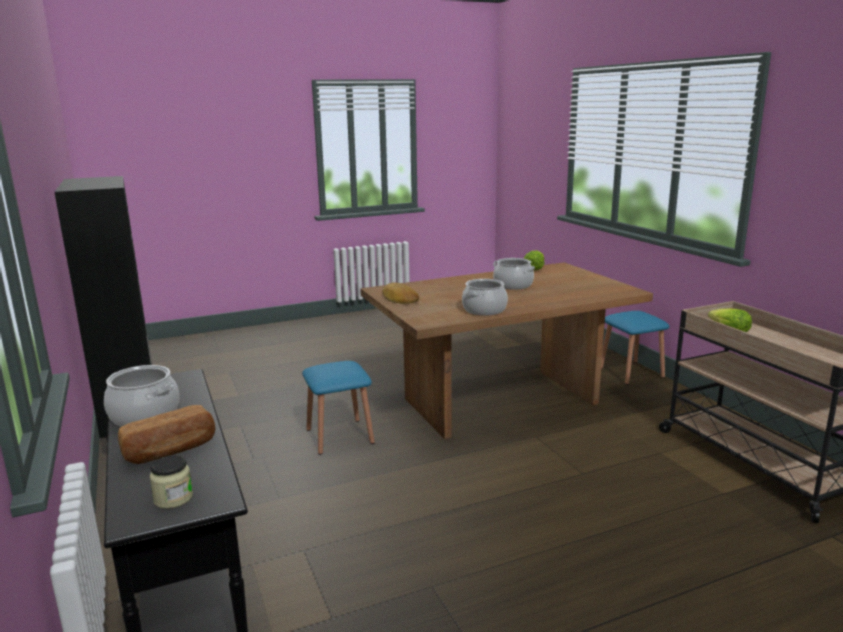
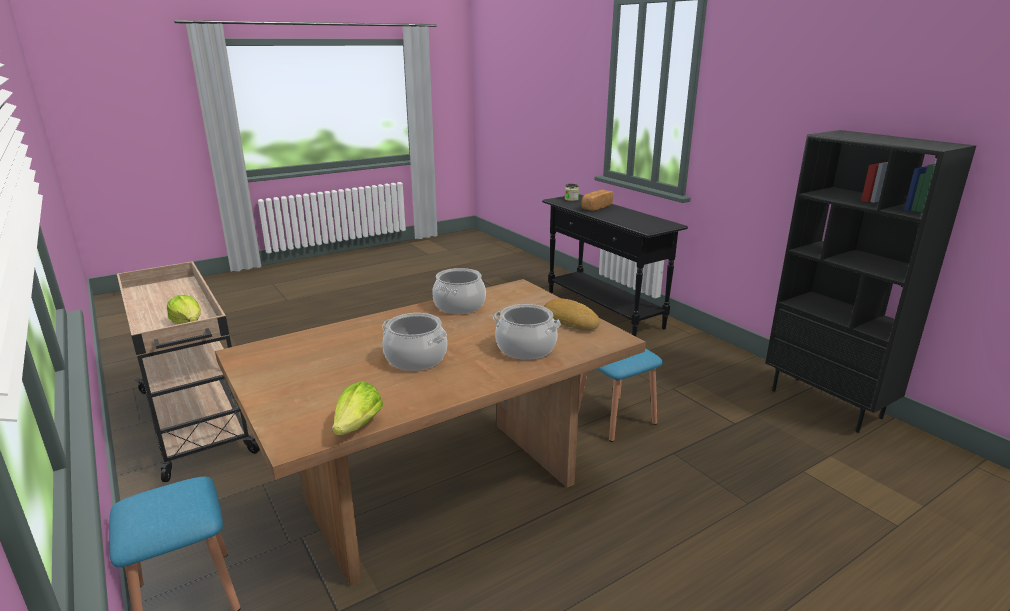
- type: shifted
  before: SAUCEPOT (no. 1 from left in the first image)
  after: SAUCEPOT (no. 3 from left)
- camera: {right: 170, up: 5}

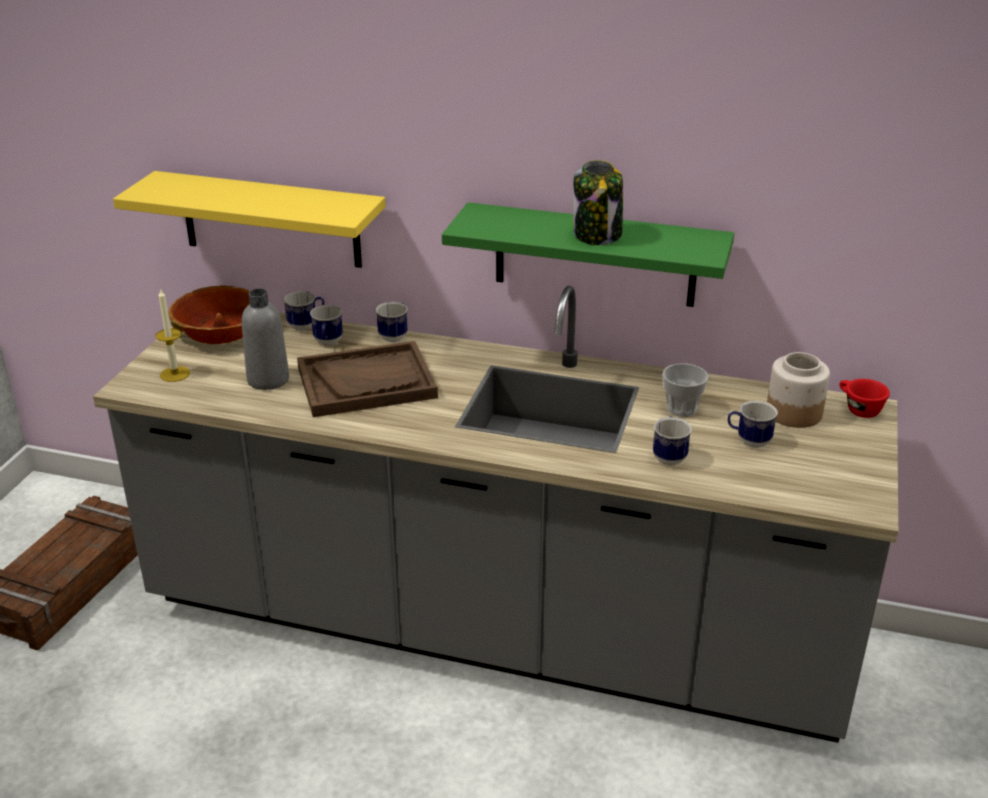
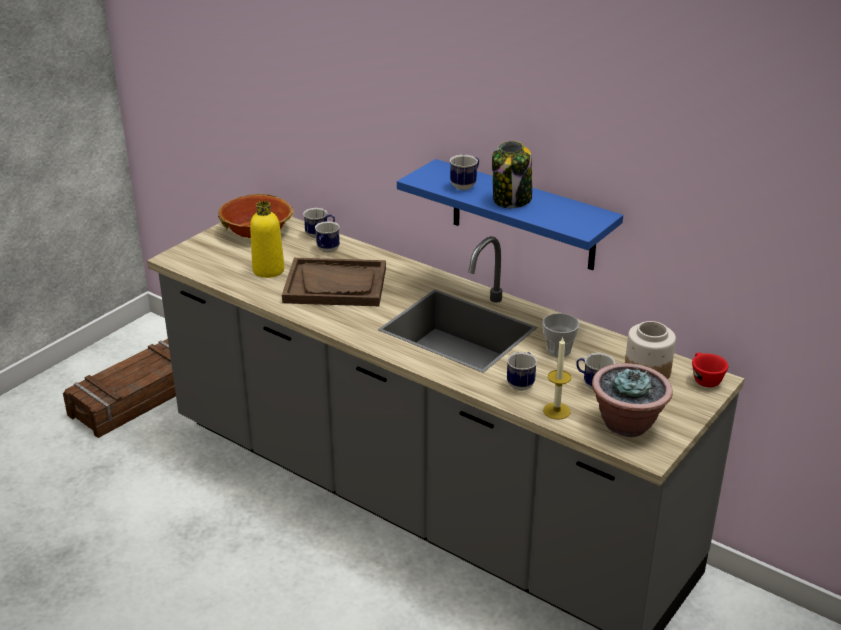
- type: gone
  before: YELLOW BRACKET SHELF
- type: new
  after: HOUSEPLANT
- type: shifted
  before: WAX CANDLE
- type: shifted
  before: TEA MUG (no. 3 from left)
- type: repainted
  before: GREYISH BEVERAGE BOTTLE
  after: YELLOW BEVERAGE BOTTLE
- type: repainted
  before: GREEN BRACKET SHELF
  after: BLUISH BRACKET SHELF
- camera: {right: 20, up: 0}

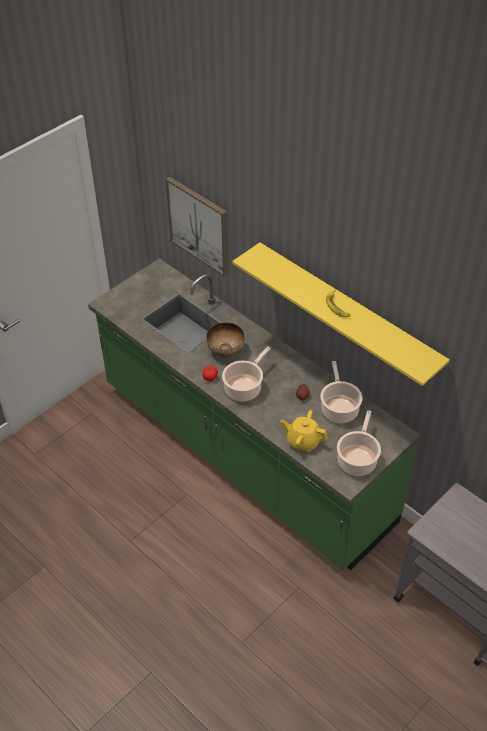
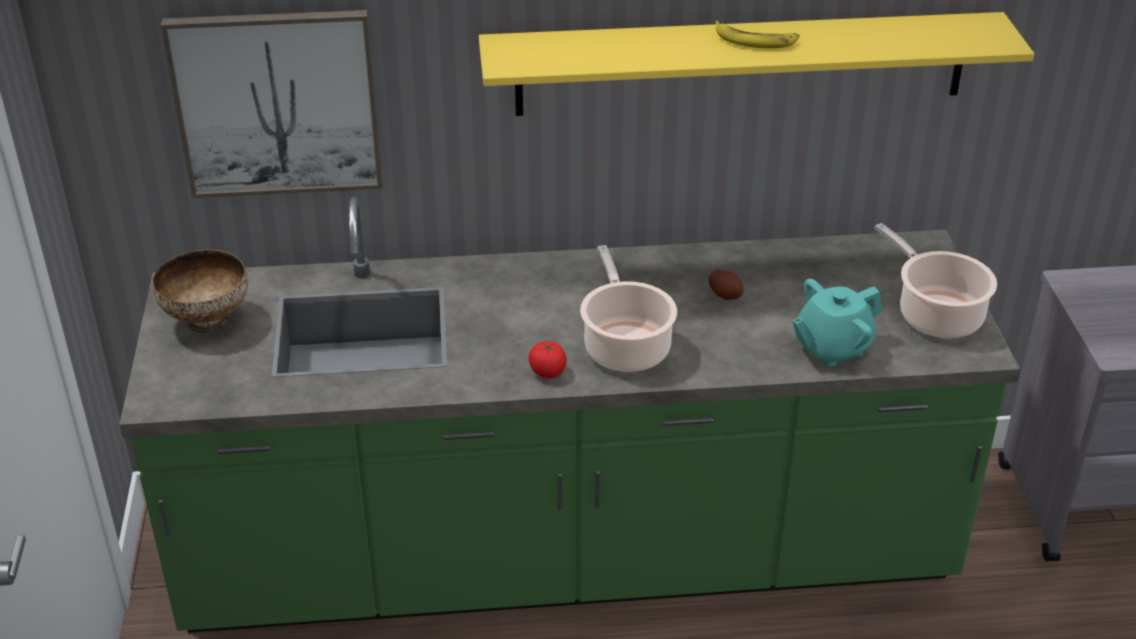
- type: gone
  before: SAUCEPOT (no. 2 from left)
- type: shifted
  before: BOWL
- type: repainted
  before: YELLOW TEA POT
  after: TURQUOISE TEA POT
- camera: {right: -50, up: -10}

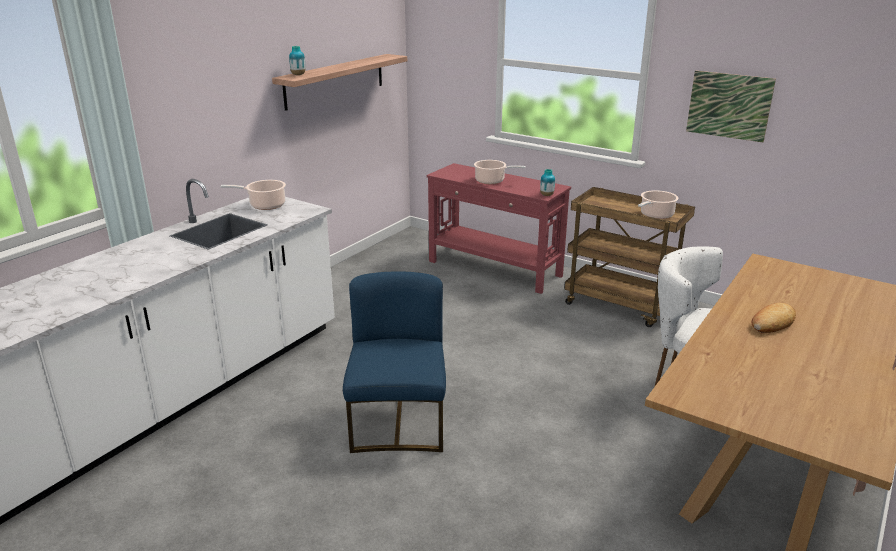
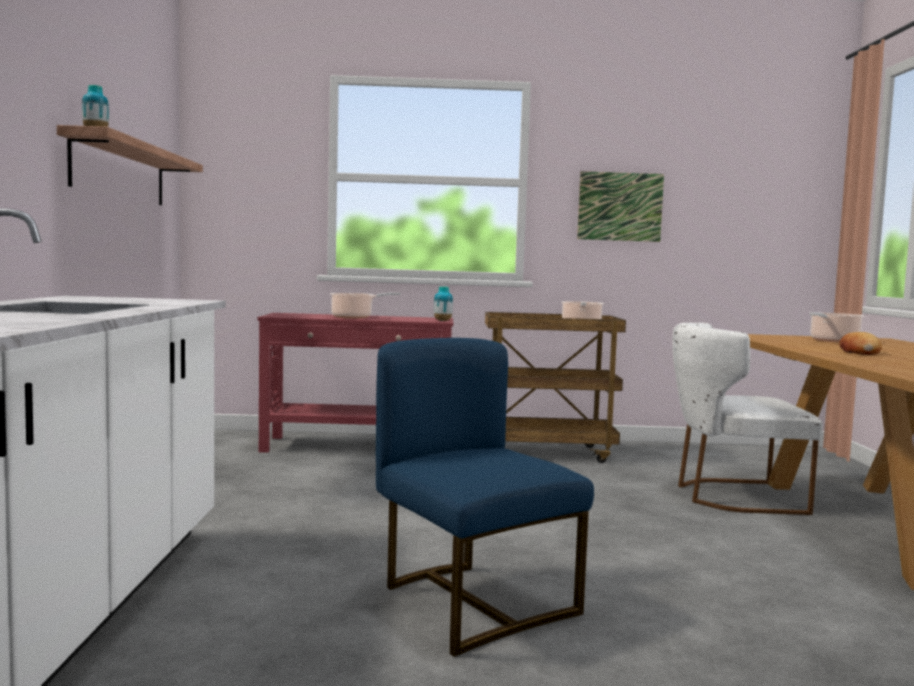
- type: shifted
  before: SAUCEPOT (no. 1 from left in the first image)
  after: SAUCEPOT (no. 3 from left)
- camera: {right: -35, up: -20}

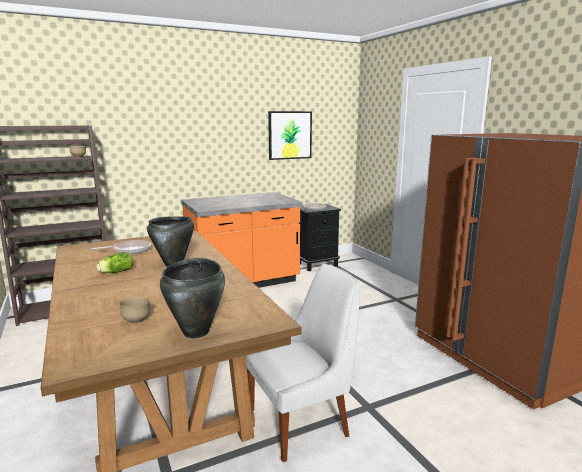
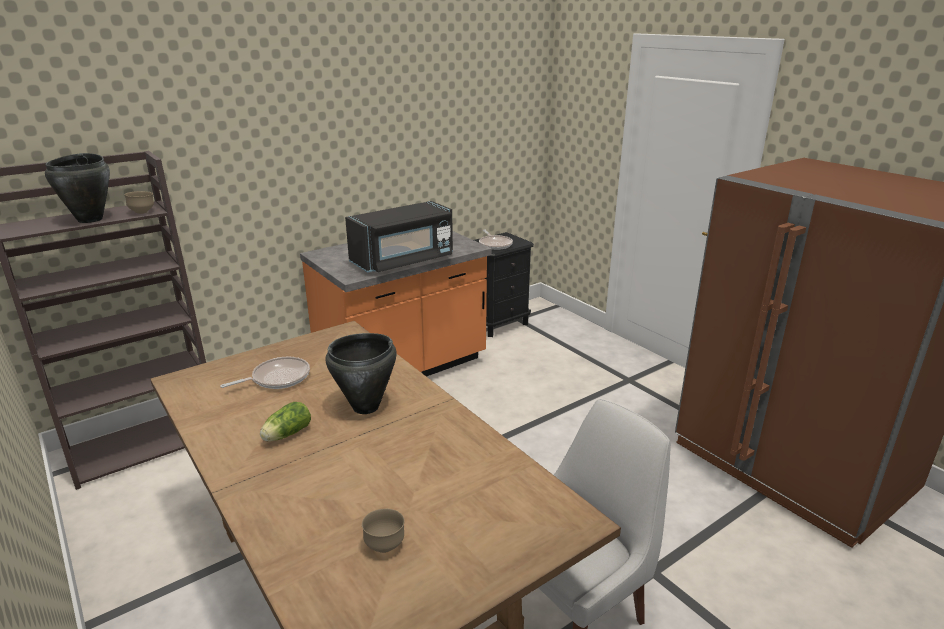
- type: gone
  before: WALL PICTURE
- type: new
  after: BLACK-COLOURED MICROWAVE OVEN
- type: shifted
  before: BLACK-COLOURED SAUCEPOT (no. 2 from left in the first image)
  after: BLACK-COLOURED SAUCEPOT (no. 1 from left)
- camera: {right: -10, up: 10}

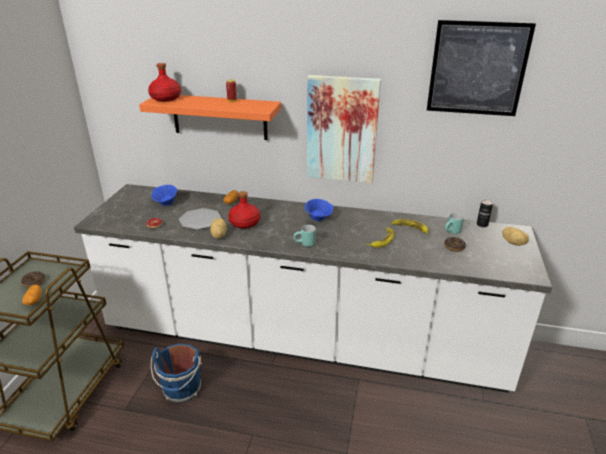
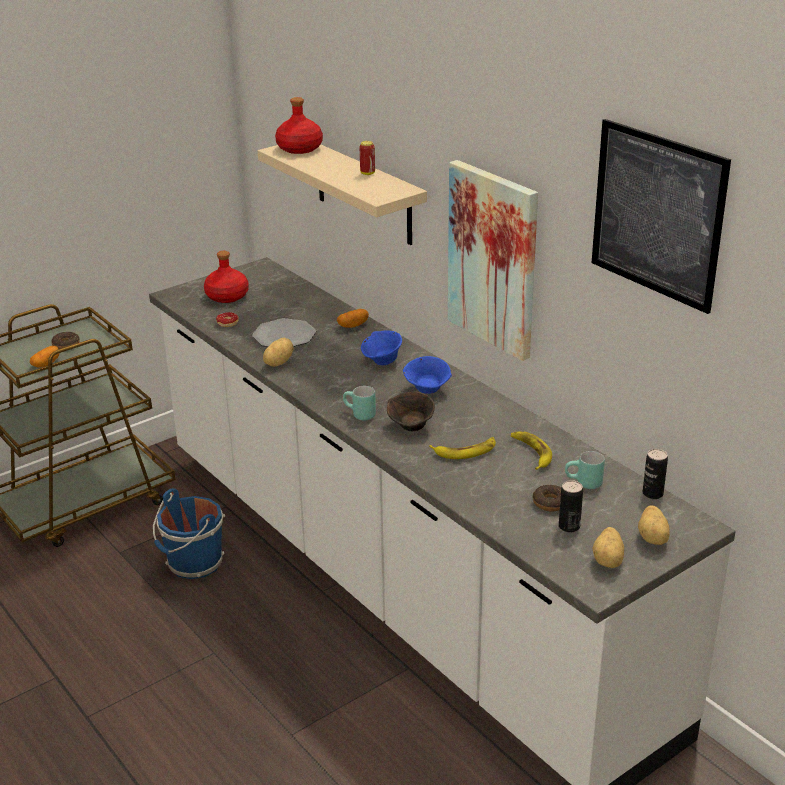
- type: new
  after: BROWNISH BOWL
- type: new
  after: METAL CAN (no. 2 from left)
- type: new
  after: POTATO (no. 4 from left)
- type: shifted
  before: BLUISH BOWL (no. 1 from left)
- type: shifted
  before: REDDISH BEVERAGE BOTTLE (no. 2 from left in the first image)
  after: REDDISH BEVERAGE BOTTLE (no. 1 from left)
- type: repainted
  before: ORANGE BRACKET SHELF
  after: BEIGE BRACKET SHELF
- camera: {right: 40, up: 0}

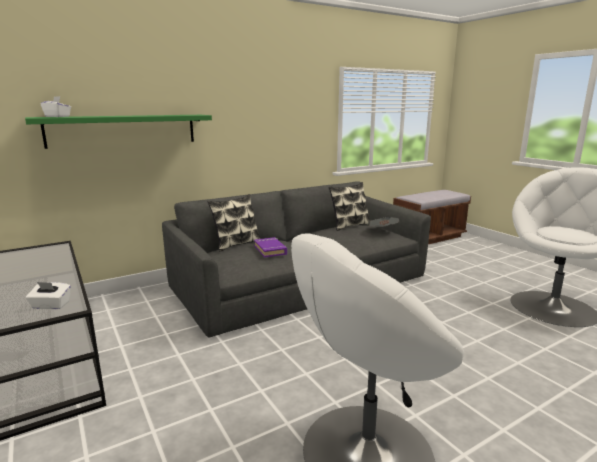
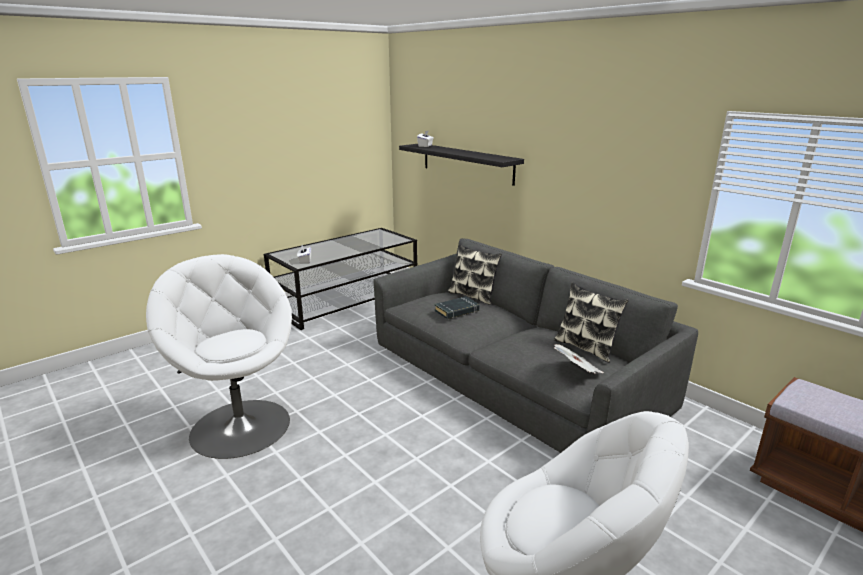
- type: repainted
  before: GREEN BRACKET SHELF
  after: BLACK-COLOURED BRACKET SHELF
- type: repainted
  before: PURPLE BOOK
  after: BLACK-COLOURED BOOK
- camera: {right: 80, up: 5}

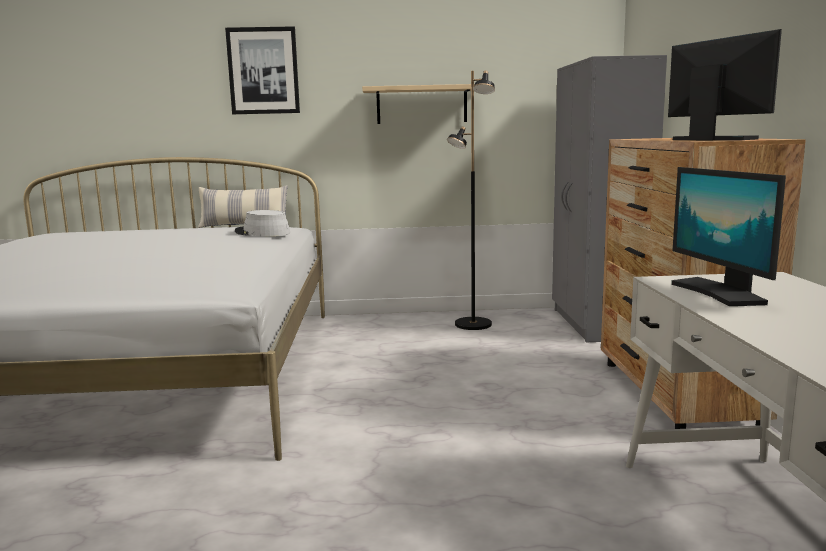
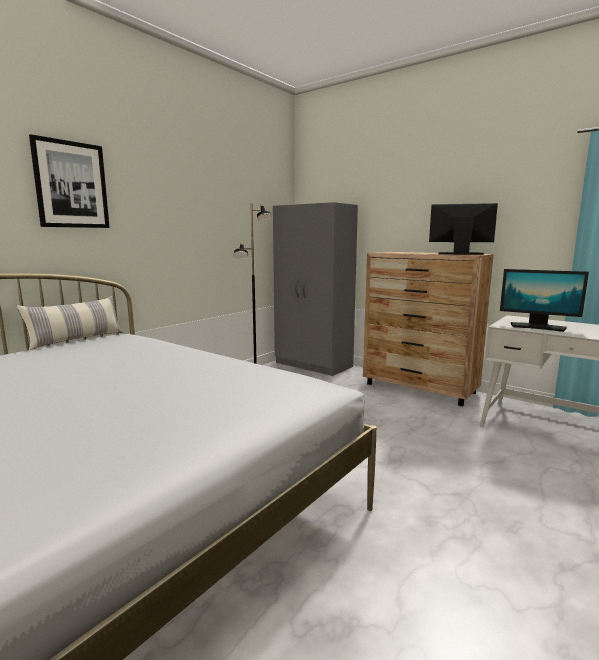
- type: gone
  before: GREYISH HAT
- type: gone
  before: BEIGE BRACKET SHELF
- camera: {right: -50, up: 0}

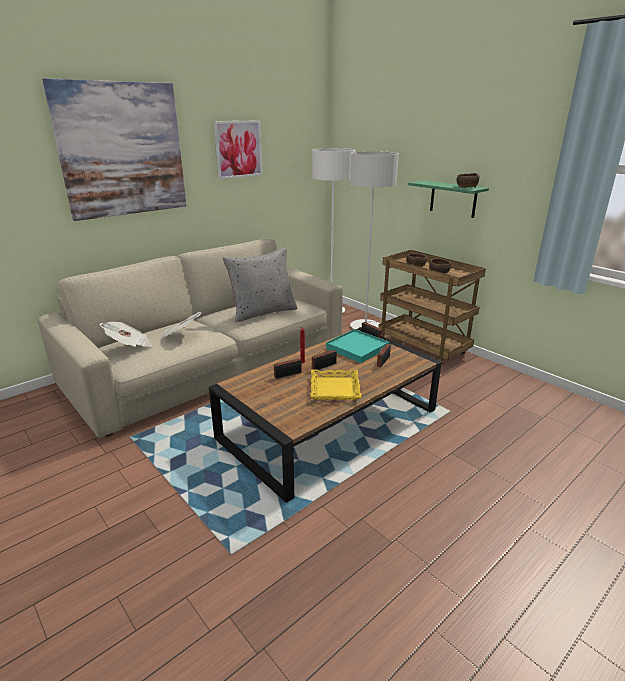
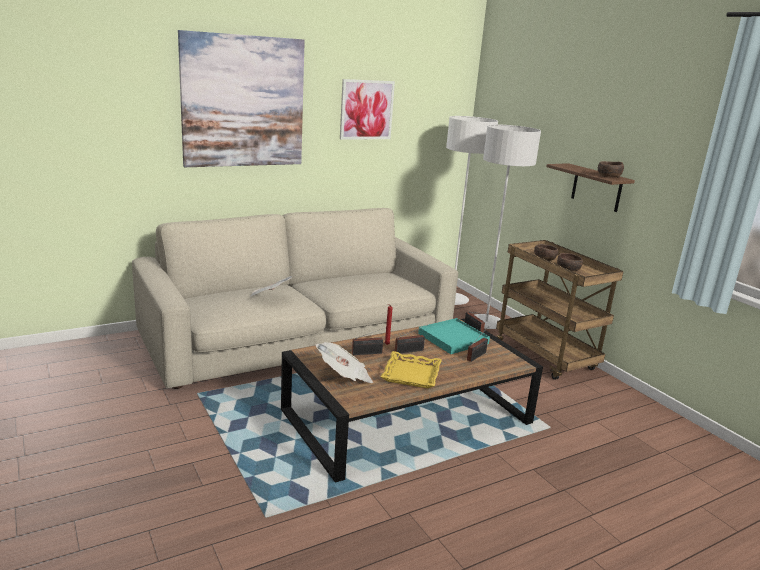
- type: gone
  before: GREYISH THROW PILLOW
- type: shifted
  before: NEWSPAPER (no. 1 from left in the first image)
  after: NEWSPAPER (no. 2 from left)
- type: repainted
  before: GREEN BRACKET SHELF
  after: BROWNISH BRACKET SHELF
- camera: {right: 10, up: -5}

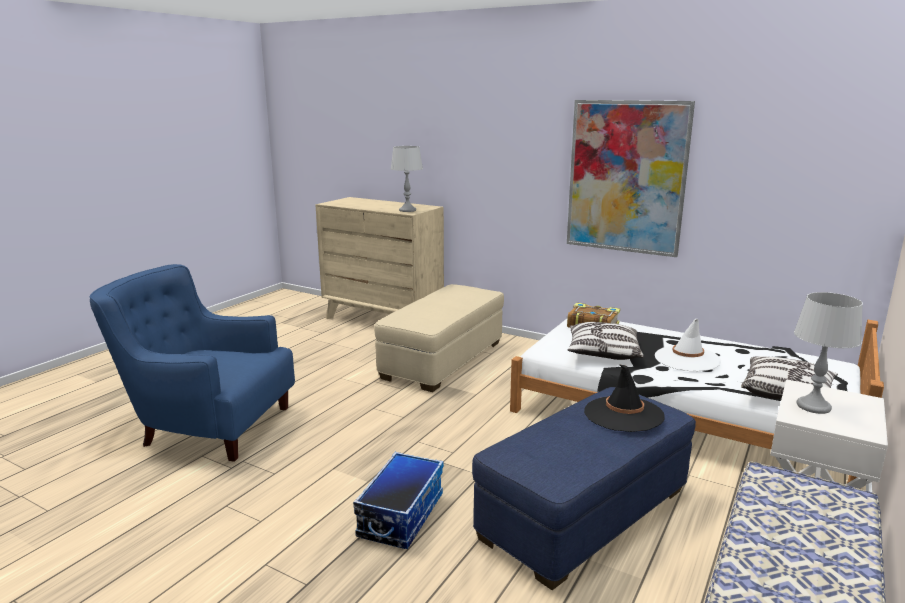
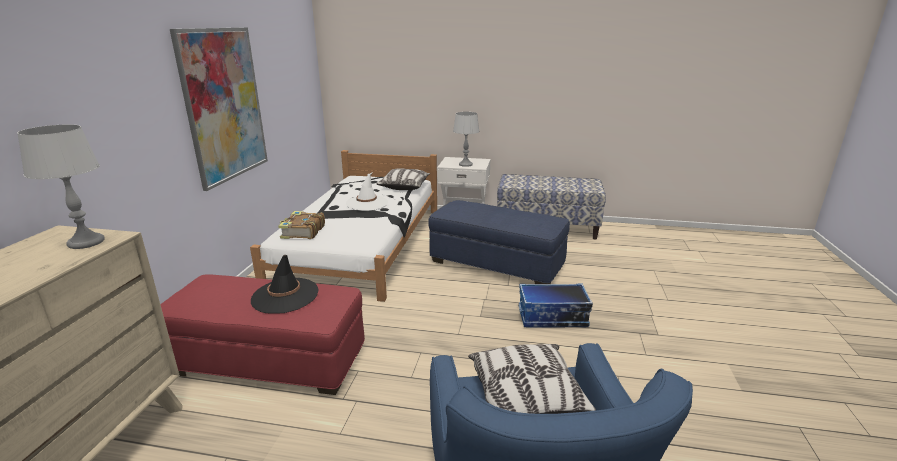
- type: shifted
  before: THROW PILLOW (no. 1 from left in the first image)
  after: THROW PILLOW (no. 2 from left)
- type: shifted
  before: BLACK-COLOURED HAT
- type: repainted
  before: BEIGE FOOTREST
  after: REDDISH FOOTREST
- camera: {right: -110, up: 5}

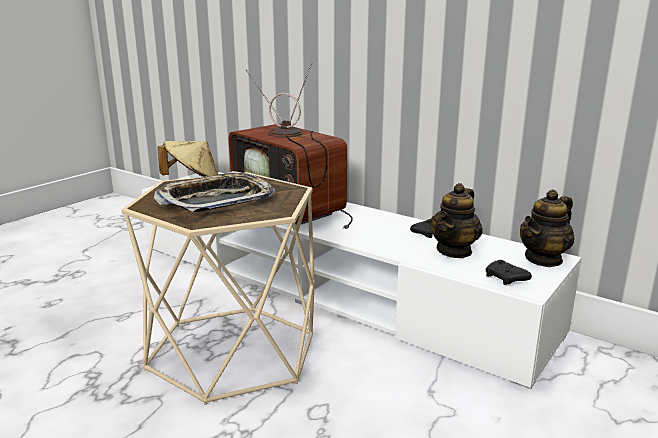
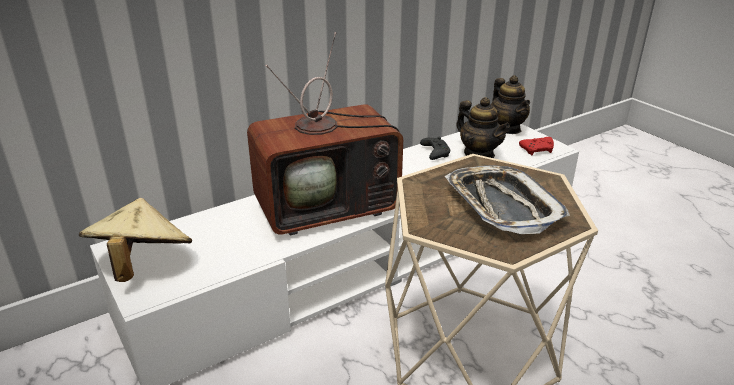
- type: repainted
  before: BLACK-COLOURED GAMEPAD (no. 2 from left)
  after: REDDISH GAMEPAD
- camera: {right: -70, up: 10}

